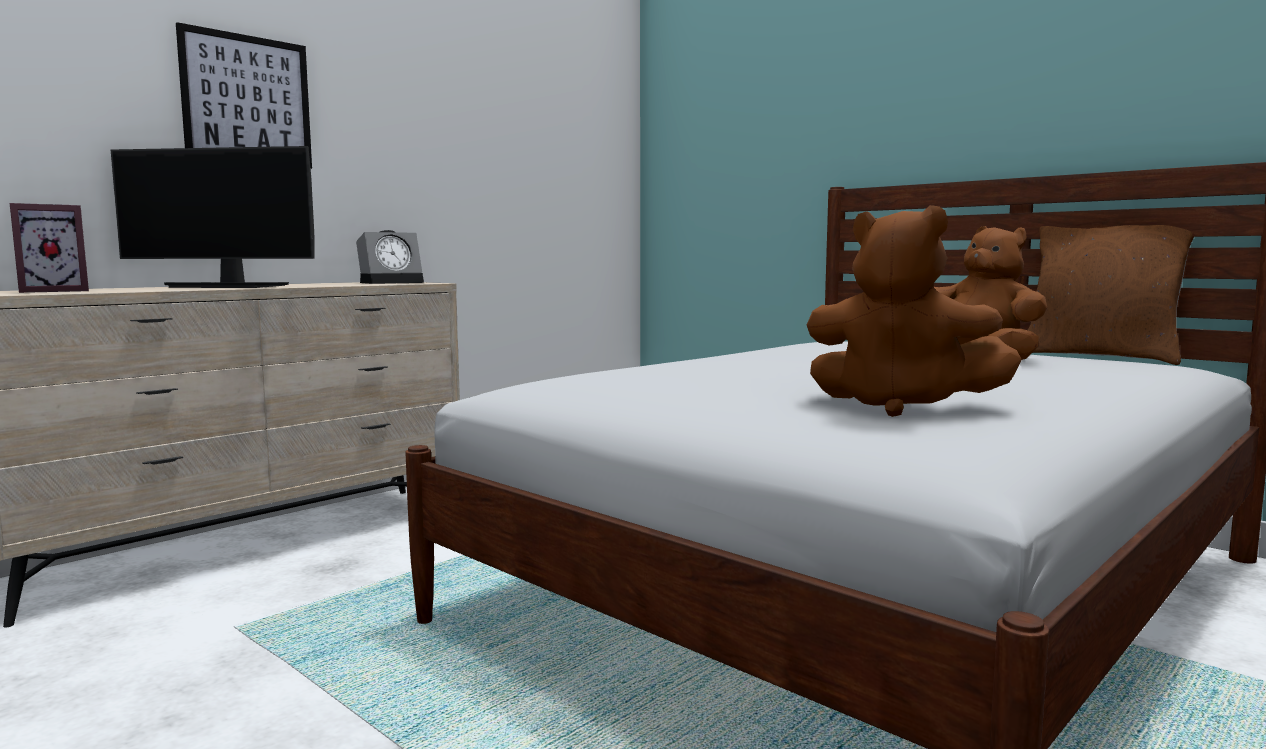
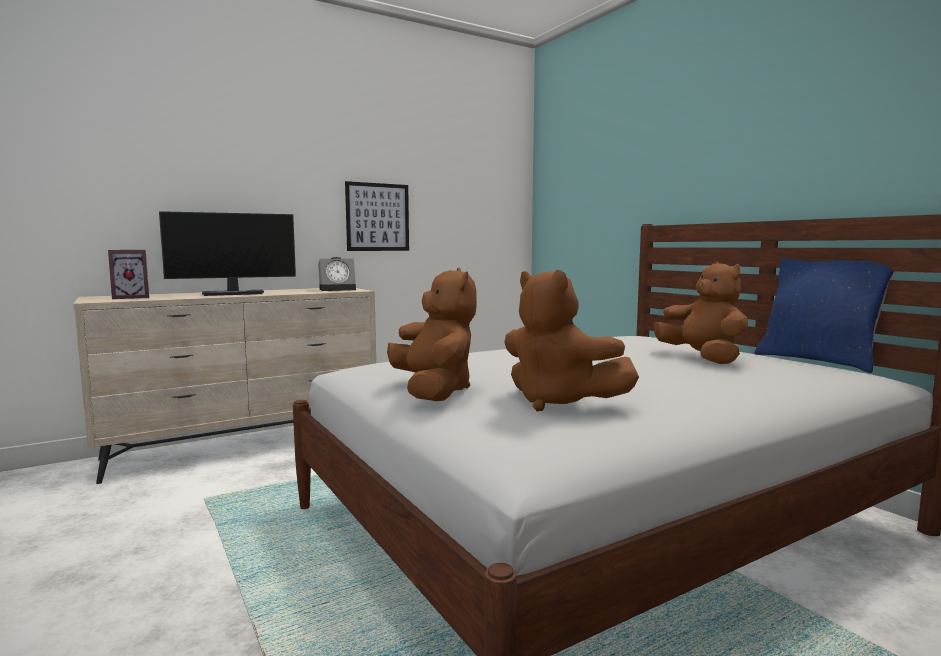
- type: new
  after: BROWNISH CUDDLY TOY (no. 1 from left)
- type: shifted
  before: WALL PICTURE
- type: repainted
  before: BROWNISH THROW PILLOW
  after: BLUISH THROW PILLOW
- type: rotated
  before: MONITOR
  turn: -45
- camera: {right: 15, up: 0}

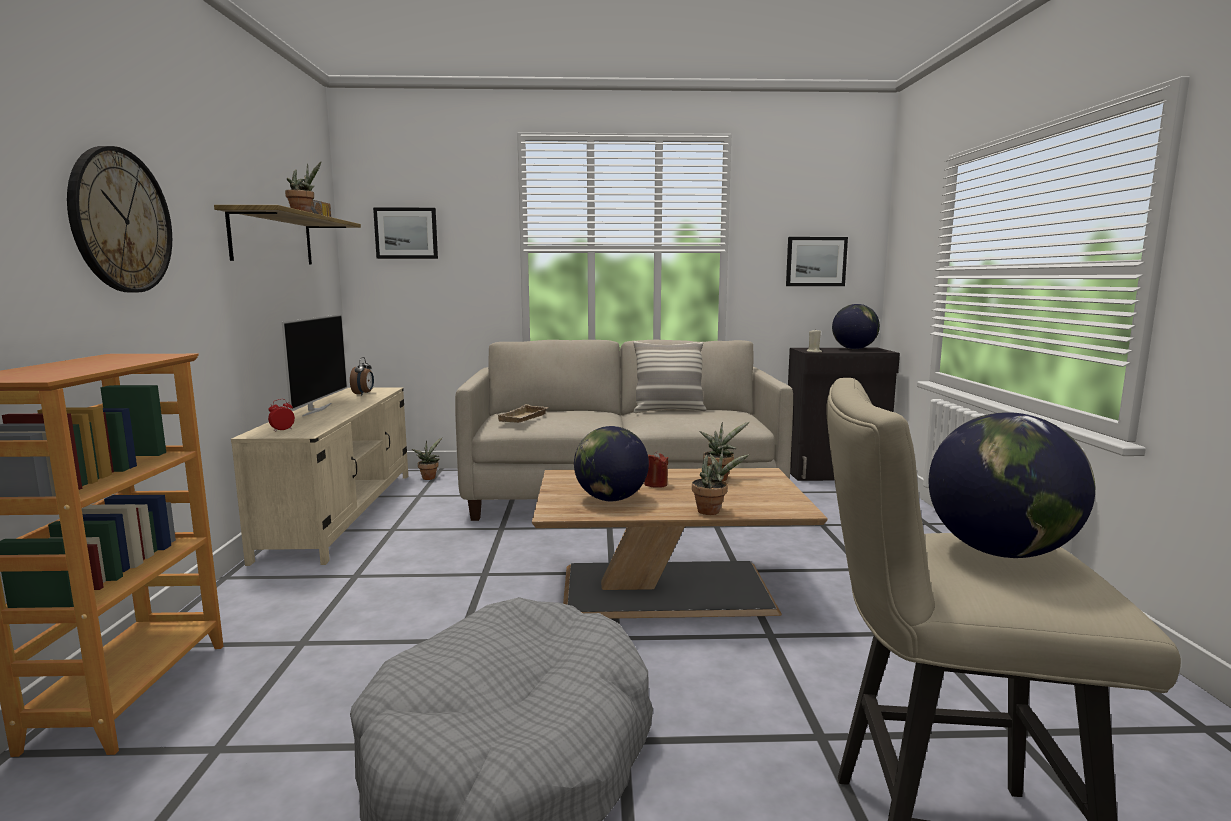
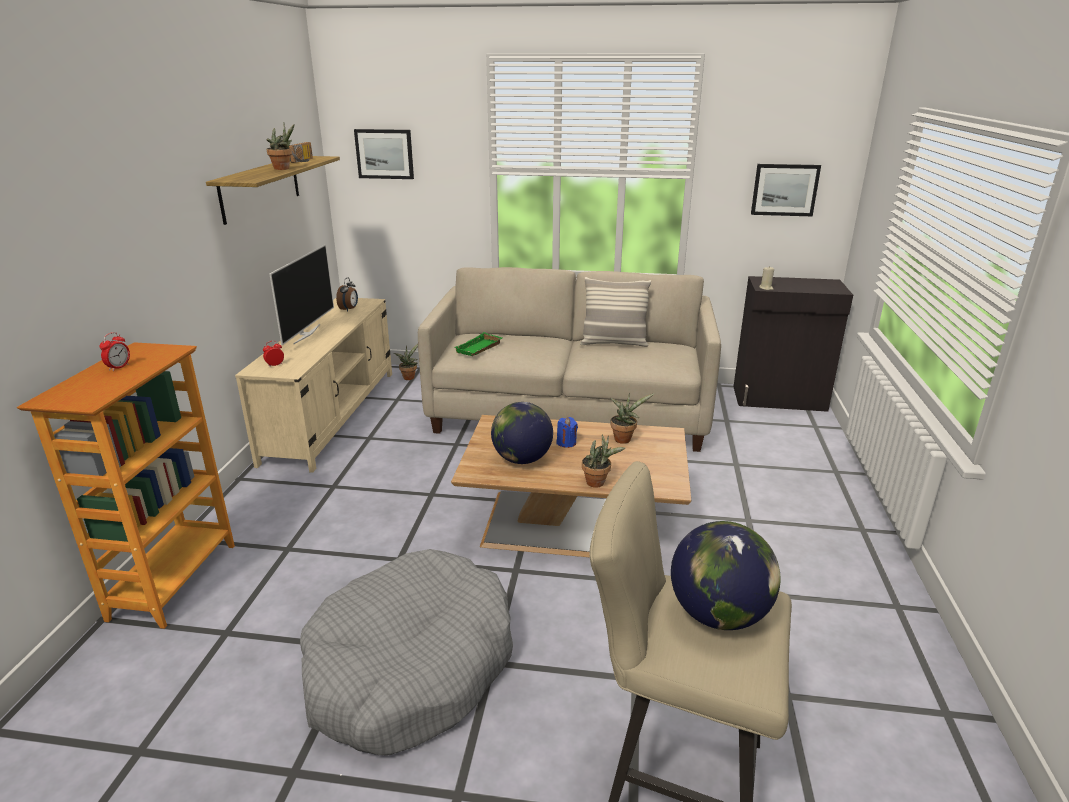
- type: gone
  before: WALL CLOCK
- type: gone
  before: WORLD GLOBE (no. 2 from left)
- type: new
  after: TABLE CLOCK (no. 1 from left)
- type: repainted
  before: BEIGE CARRYING TRAY
  after: GREEN CARRYING TRAY
- type: repainted
  before: REDDISH WAX CANDLE
  after: BLUISH WAX CANDLE
- camera: {right: 10, up: 15}

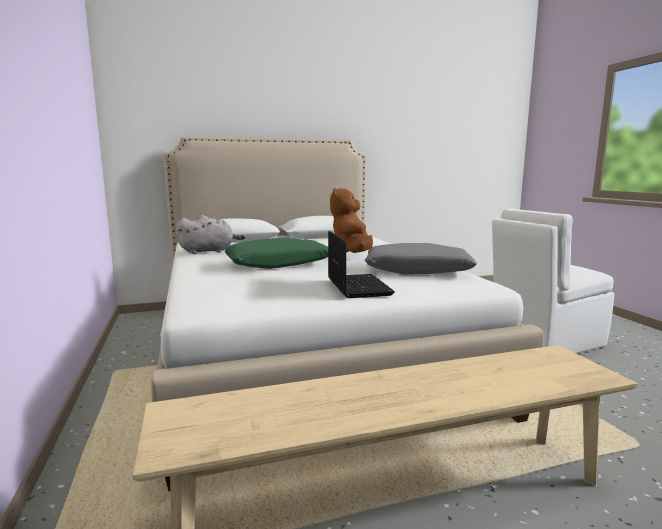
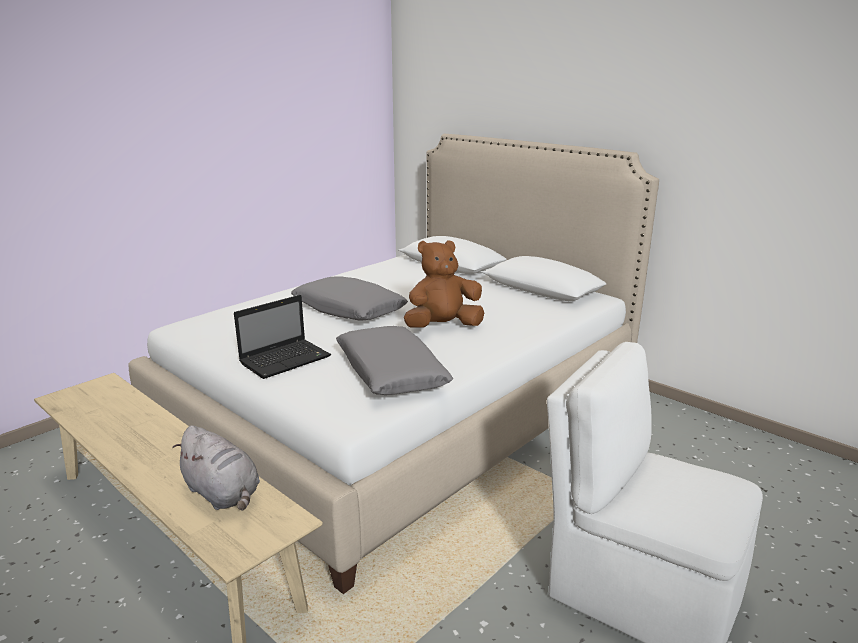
- type: shifted
  before: GREYISH CUDDLY TOY
- type: repainted
  before: GREEN THROW PILLOW
  after: GREYISH THROW PILLOW (no. 1 from left)
- camera: {right: 60, up: 10}

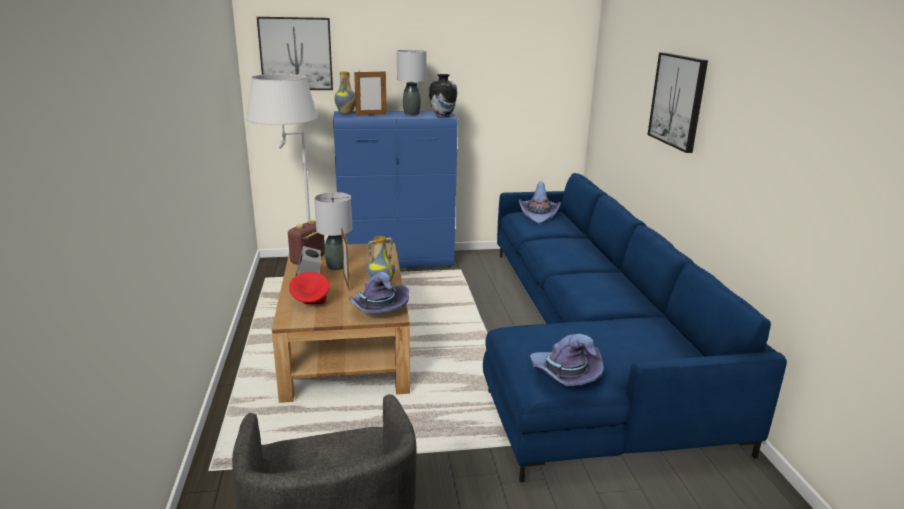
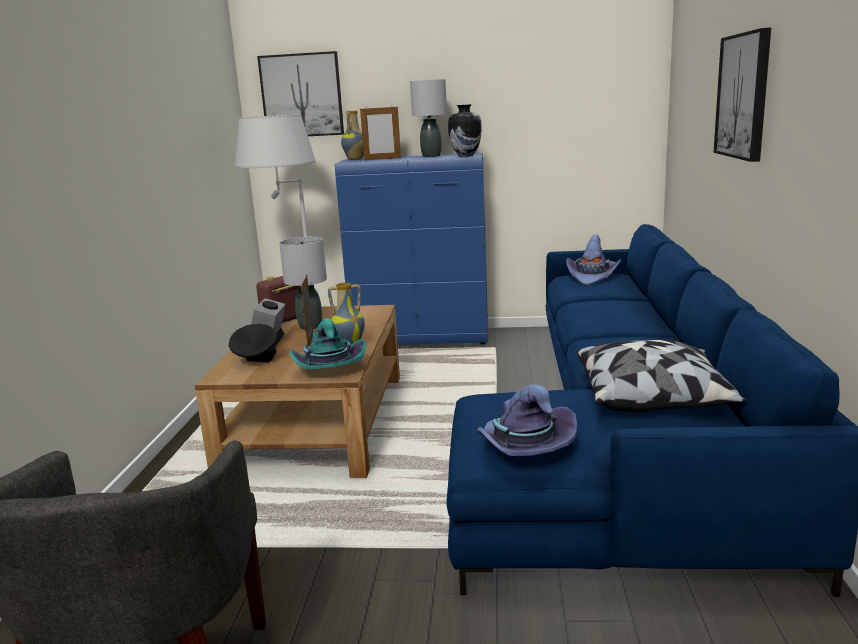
- type: new
  after: THROW PILLOW
- type: repainted
  before: REDDISH BOWL
  after: BLACK-COLOURED BOWL
- type: repainted
  before: PURPLE HAT (no. 1 from left)
  after: TURQUOISE HAT
- camera: {right: 15, up: -5}

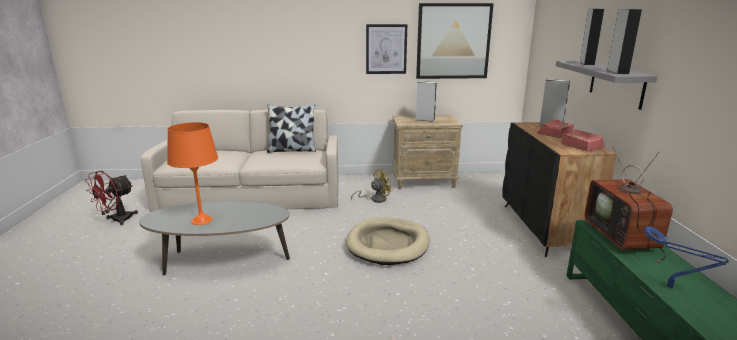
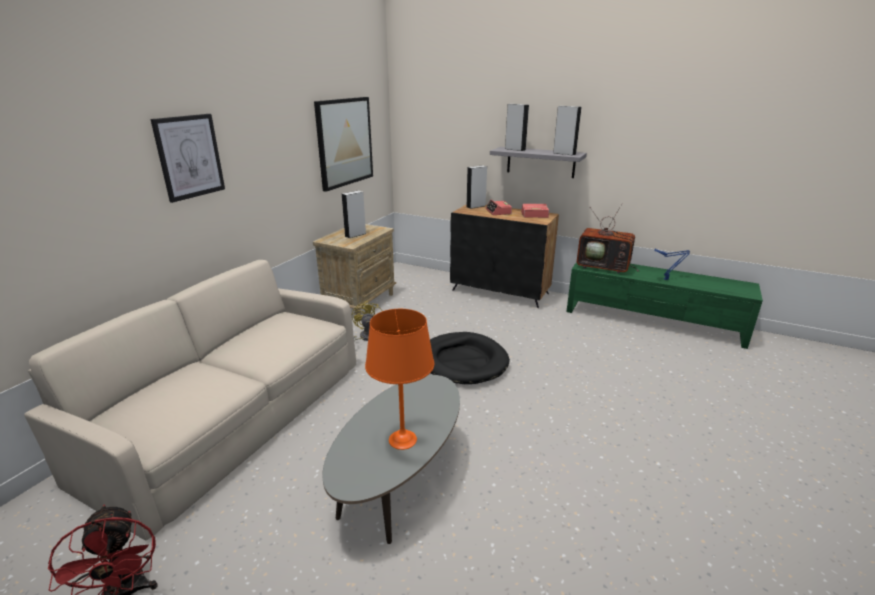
- type: gone
  before: THROW PILLOW
- type: shifted
  before: WALL PICTURE (no. 1 from left)
- type: repainted
  before: BEIGE PET BED
  after: BLACK-COLOURED PET BED
- camera: {right: -60, up: 5}

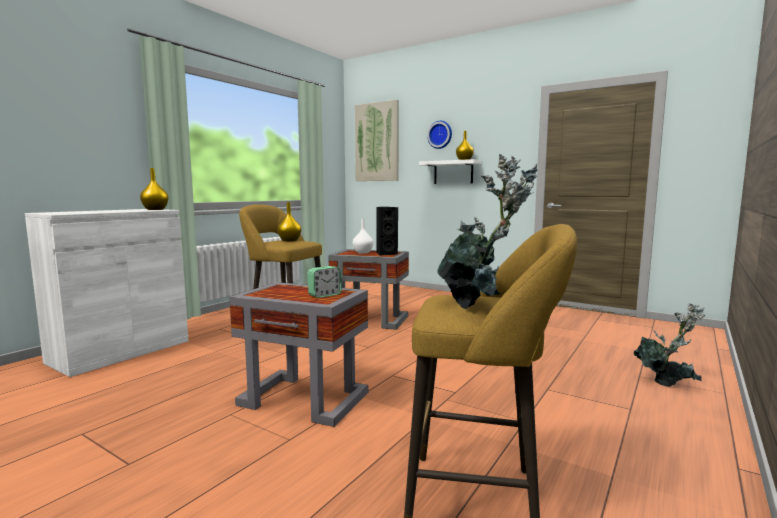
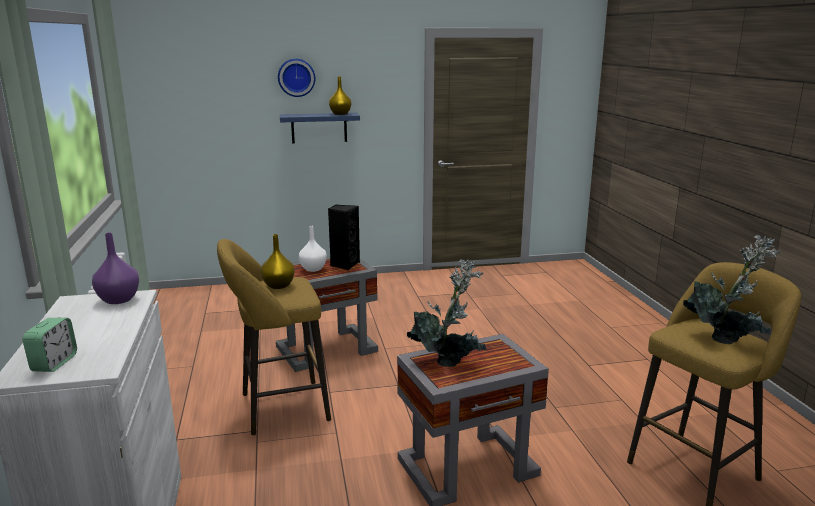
- type: gone
  before: WALL PICTURE
- type: shifted
  before: TABLE CLOCK
- type: shifted
  before: HOUSEPLANT (no. 2 from left in the first image)
  after: HOUSEPLANT (no. 1 from left)
- type: repainted
  before: YELLOW VASE (no. 1 from left)
  after: PURPLE VASE
- type: repainted
  before: WHITE-COLOURED BRACKET SHELF
  after: BLUISH BRACKET SHELF
- camera: {right: -45, up: 10}

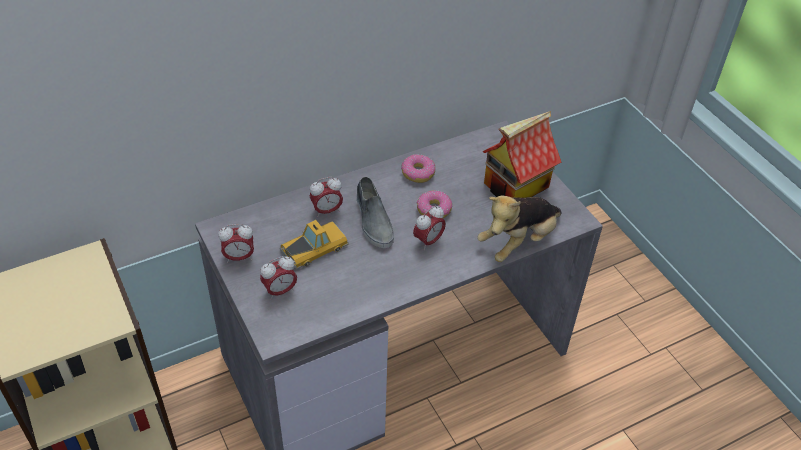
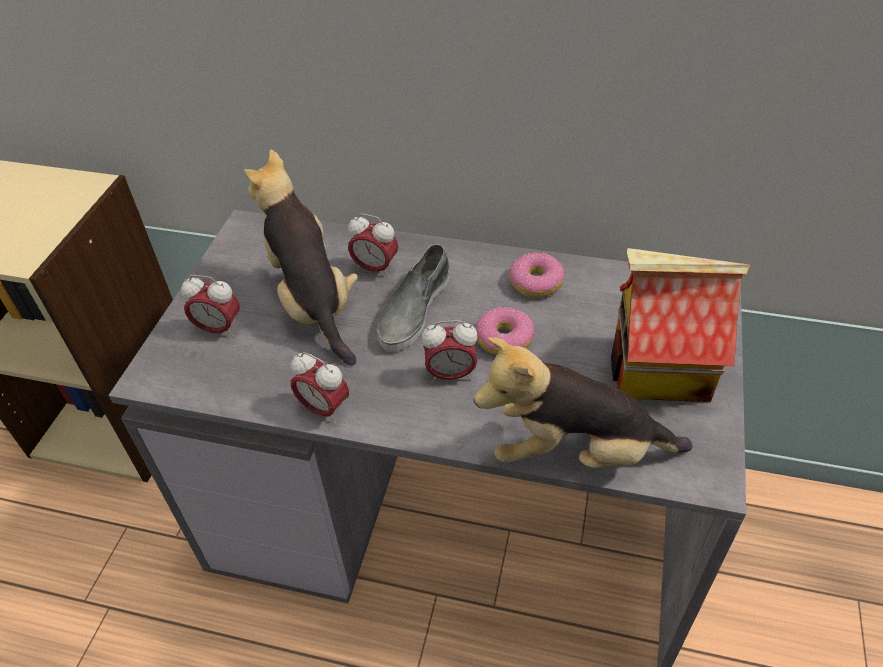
- type: shifted
  before: TABLE CLOCK (no. 1 from left in the first image)
  after: TABLE CLOCK (no. 2 from left)
- type: swapped
  before: MODEL CAR
  after: CUDDLY TOY (no. 1 from left)
- camera: {right: 45, up: 0}

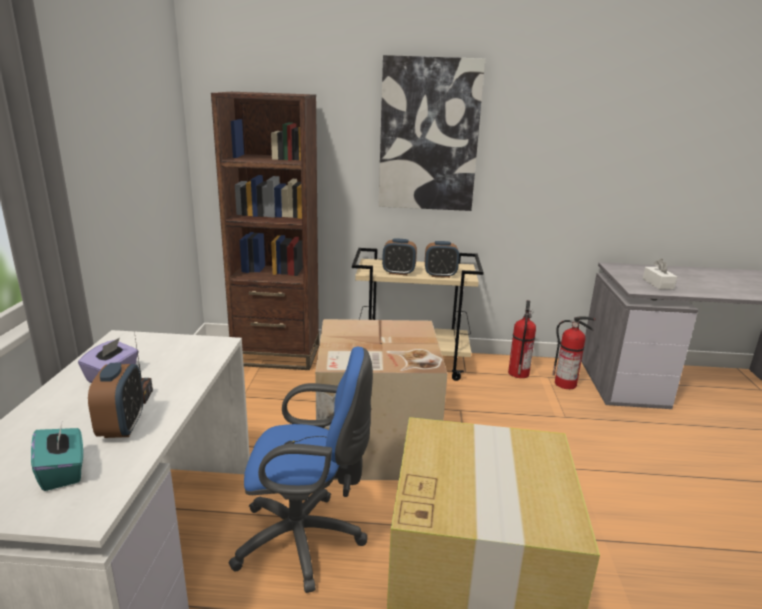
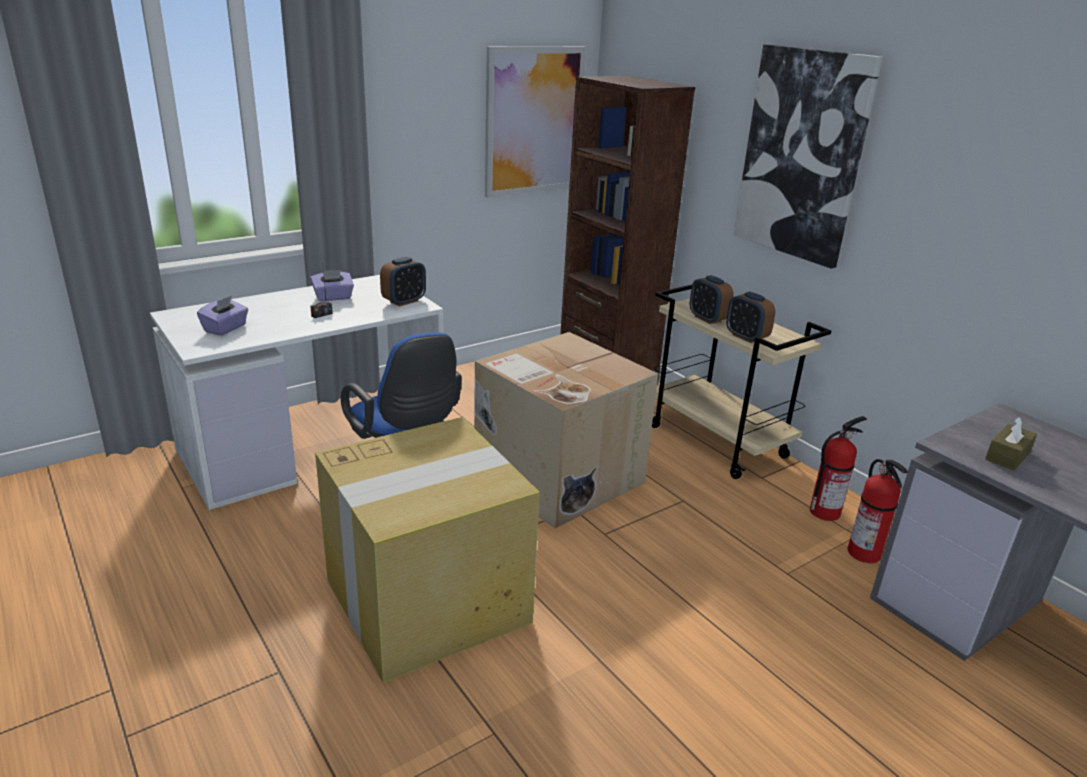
- type: new
  after: WALL PICTURE (no. 1 from left)
- type: shifted
  before: TABLE CLOCK (no. 1 from left)
- type: repainted
  before: TURQUOISE TISSUE BOX
  after: PURPLE TISSUE BOX (no. 1 from left)
- type: repainted
  before: WHITE-COLOURED TISSUE BOX
  after: BROWNISH TISSUE BOX
- camera: {right: 50, up: 5}

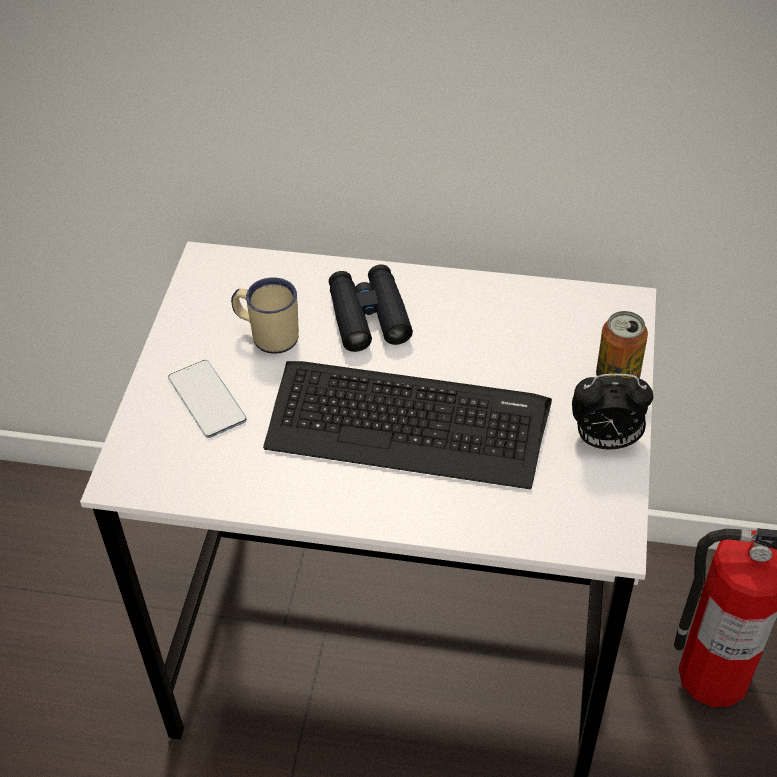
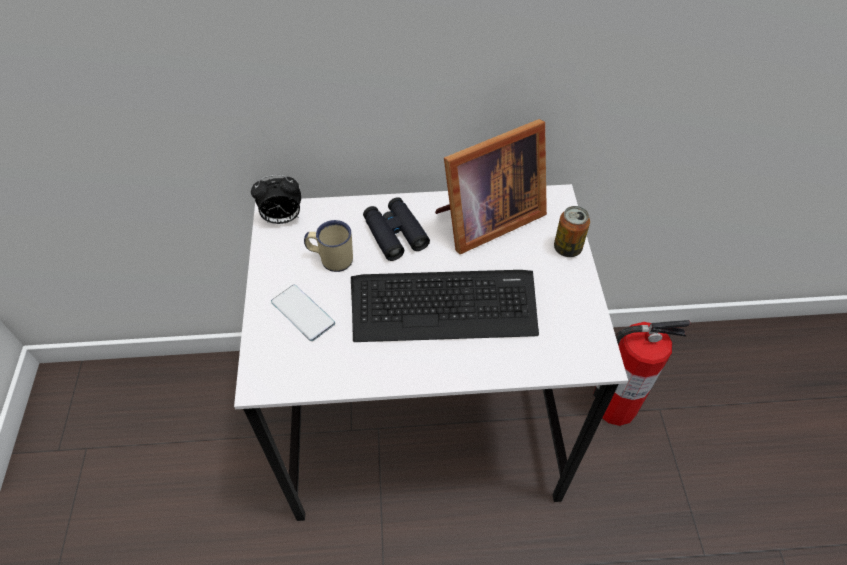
- type: new
  after: PHOTO FRAME
- type: shifted
  before: TABLE CLOCK
- camera: {right: -15, up: 5}

